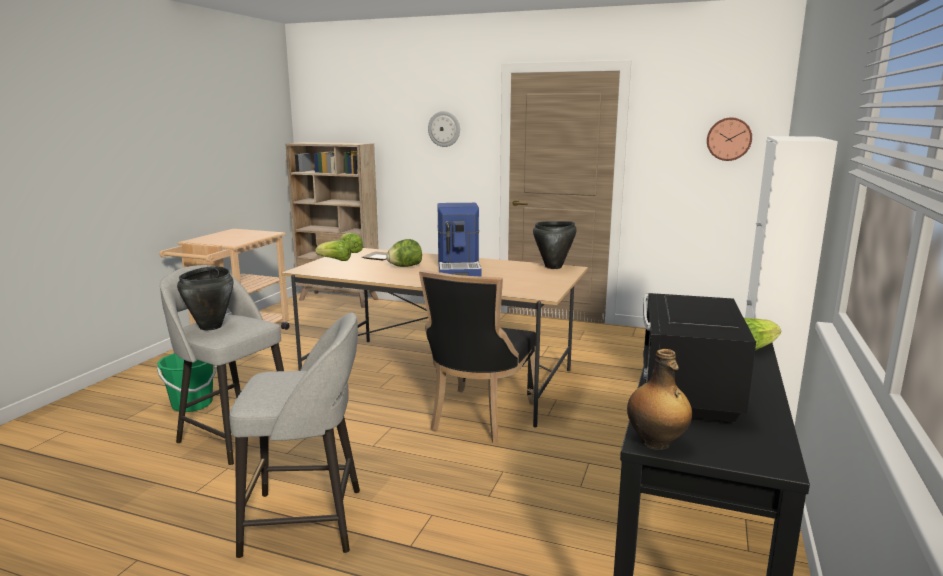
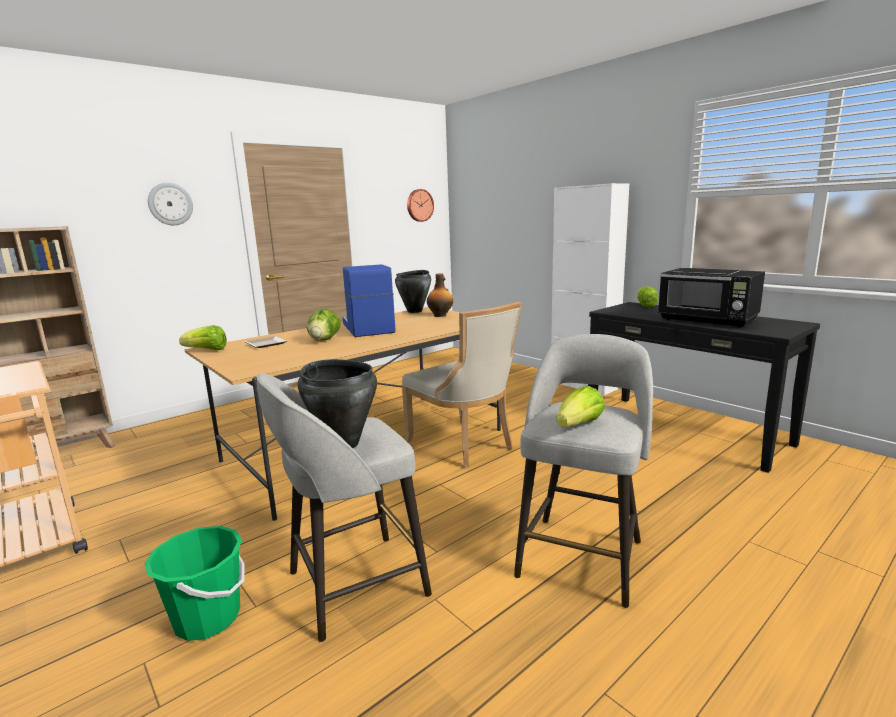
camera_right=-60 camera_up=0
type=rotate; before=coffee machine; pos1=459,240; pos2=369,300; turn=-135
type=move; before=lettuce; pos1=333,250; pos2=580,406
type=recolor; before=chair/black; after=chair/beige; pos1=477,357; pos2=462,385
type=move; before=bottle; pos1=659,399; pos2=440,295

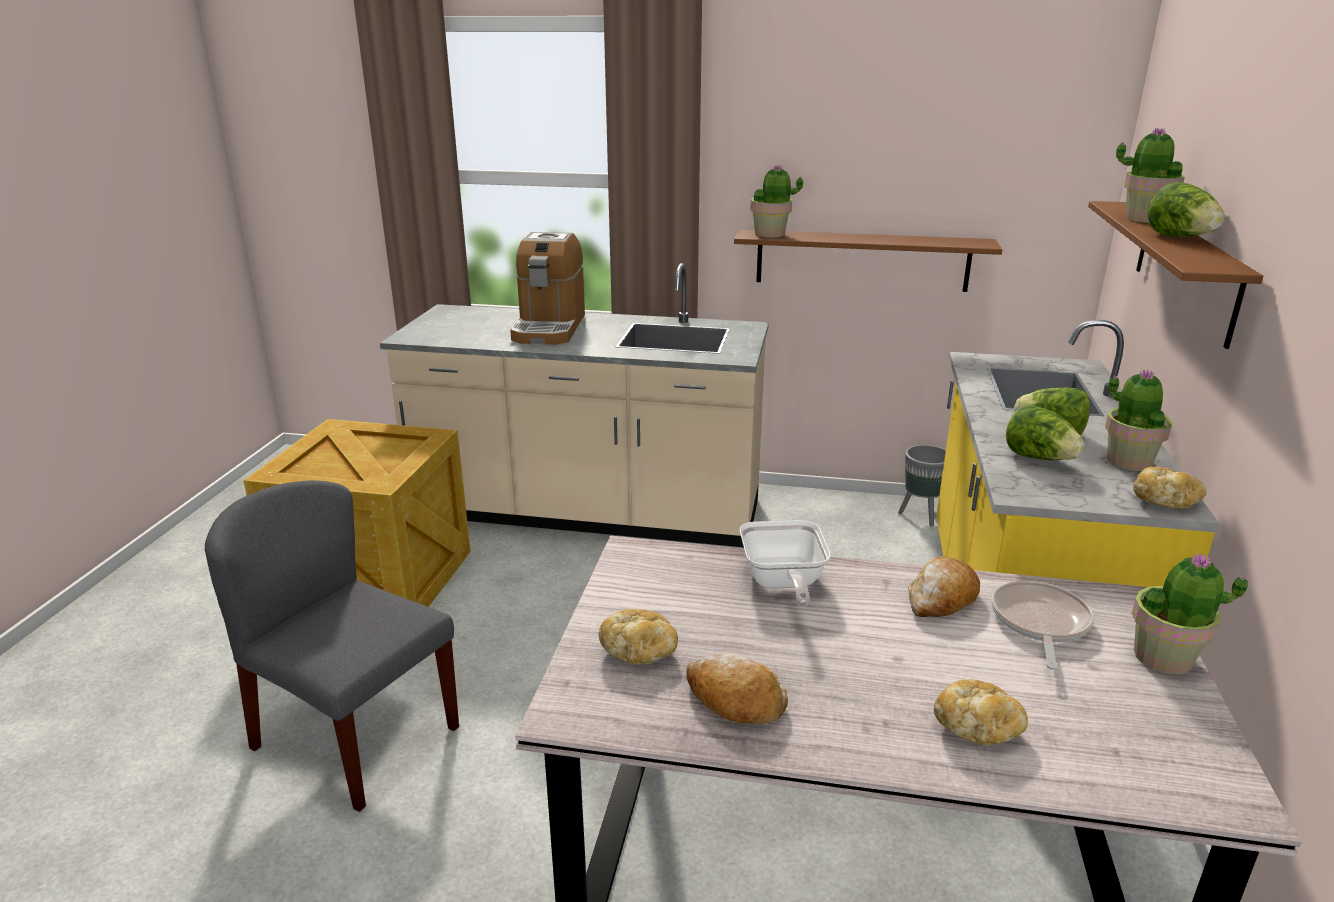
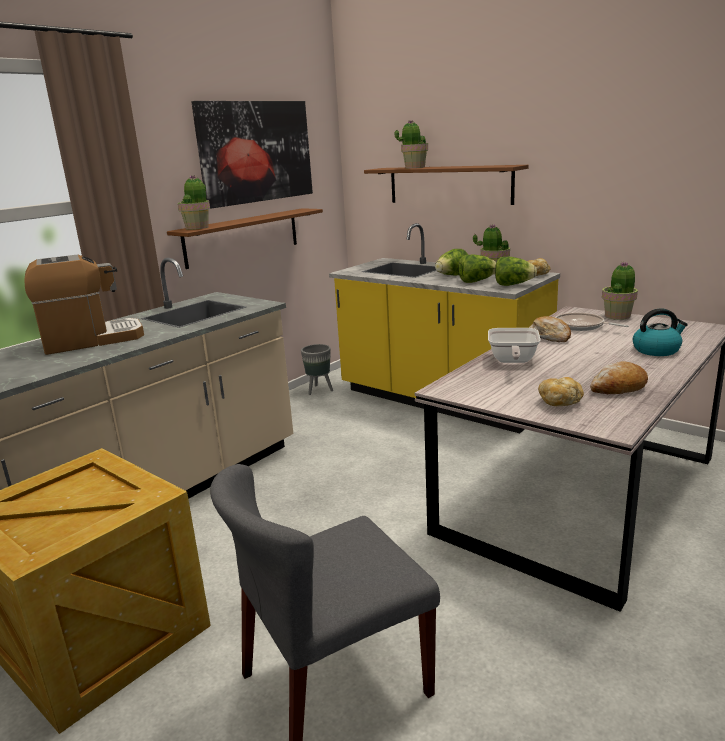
camera_right=-60 camera_up=-5
type=move; before=lettuce; pos1=1186,209; pos2=516,271
type=rotate; before=coffee machine; pos1=547,288; pos2=84,305; turn=-60
type=rotate; before=frying pan; pos1=785,563; pos2=514,345; turn=75
type=replace; before=bread; after=kettle; pos1=981,712; pos2=660,332
type=insert; after=picture; pos2=252,155

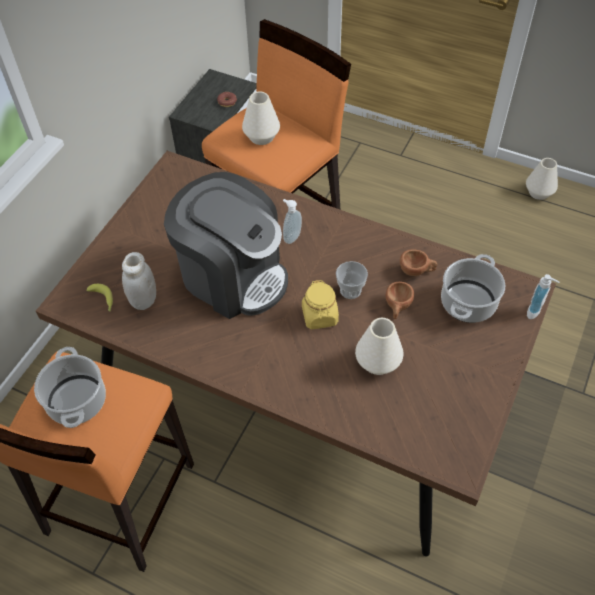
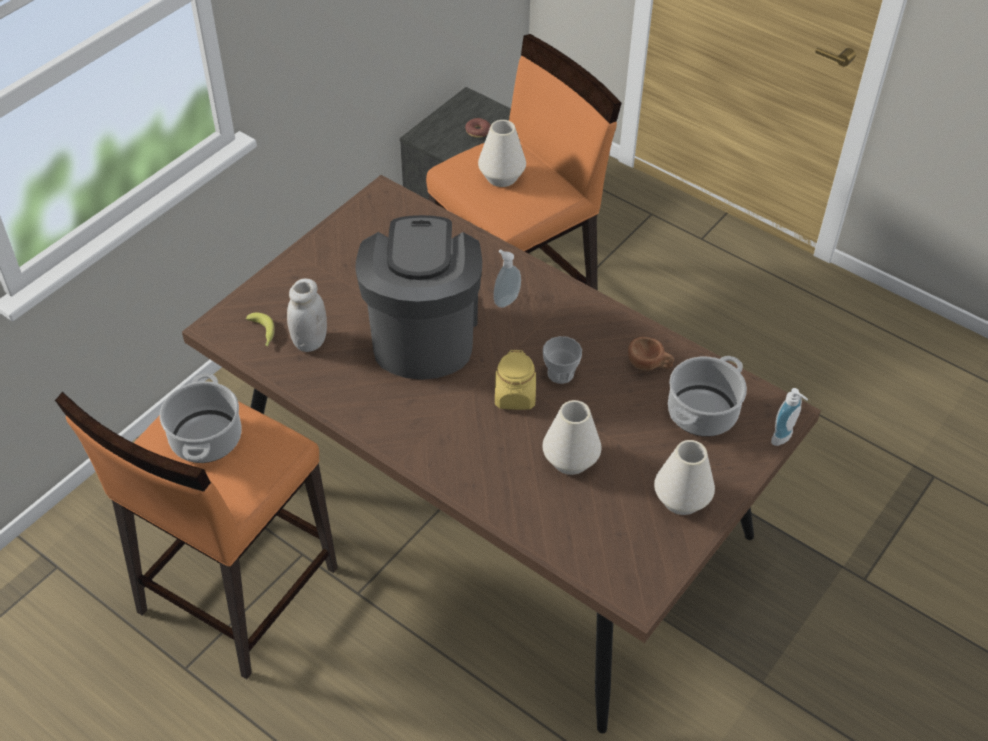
camera_right=10 camera_up=-5
type=move; before=vase/white; pos1=542,179; pos2=684,477
type=rotate; before=coffee machine; pos1=226,245; pos2=418,297; turn=-135
type=delete; before=cup/brown; pos1=400,300

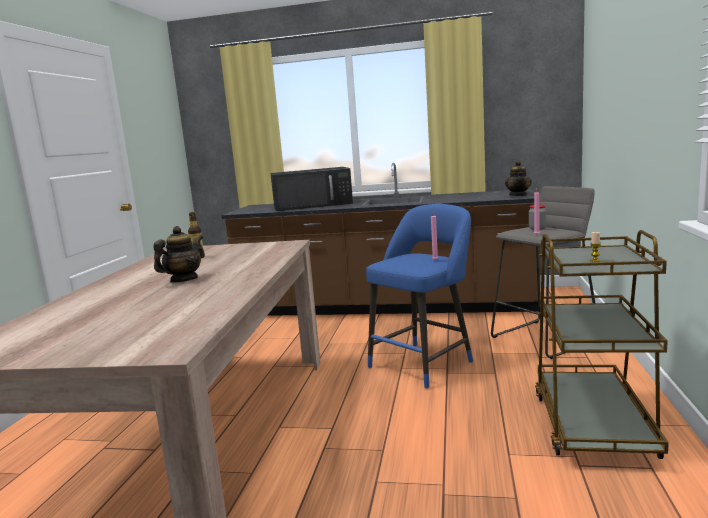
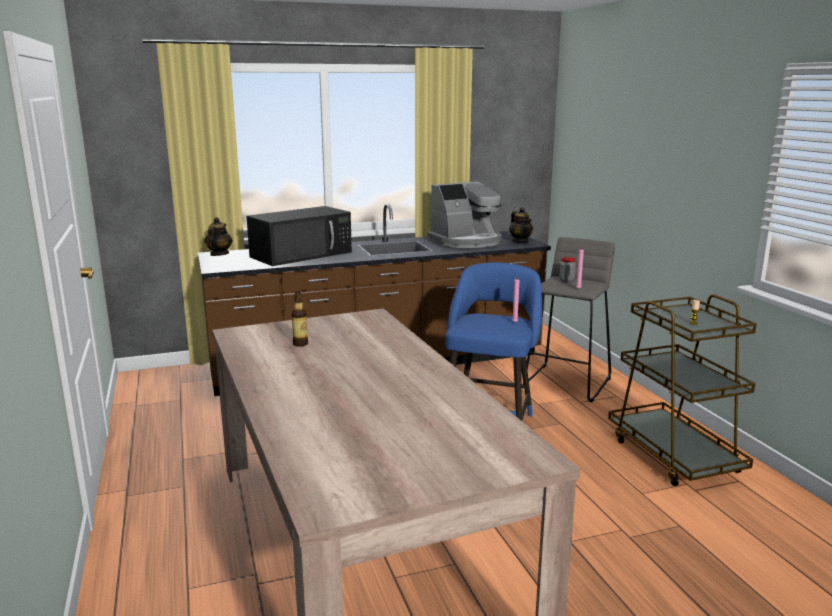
camera_right=-30 camera_up=5
type=move; before=teapot; pos1=178,254; pos2=219,236
type=insert; after=coffee machine; pos2=464,214

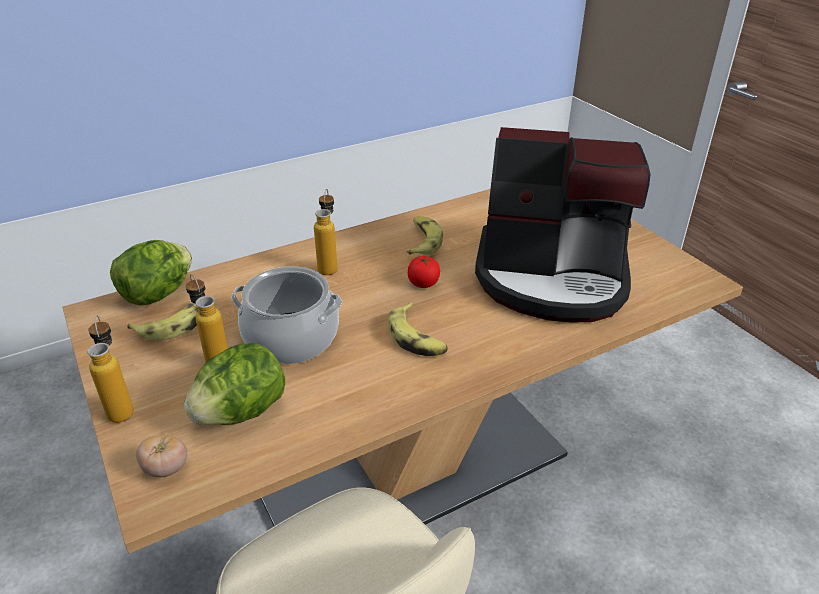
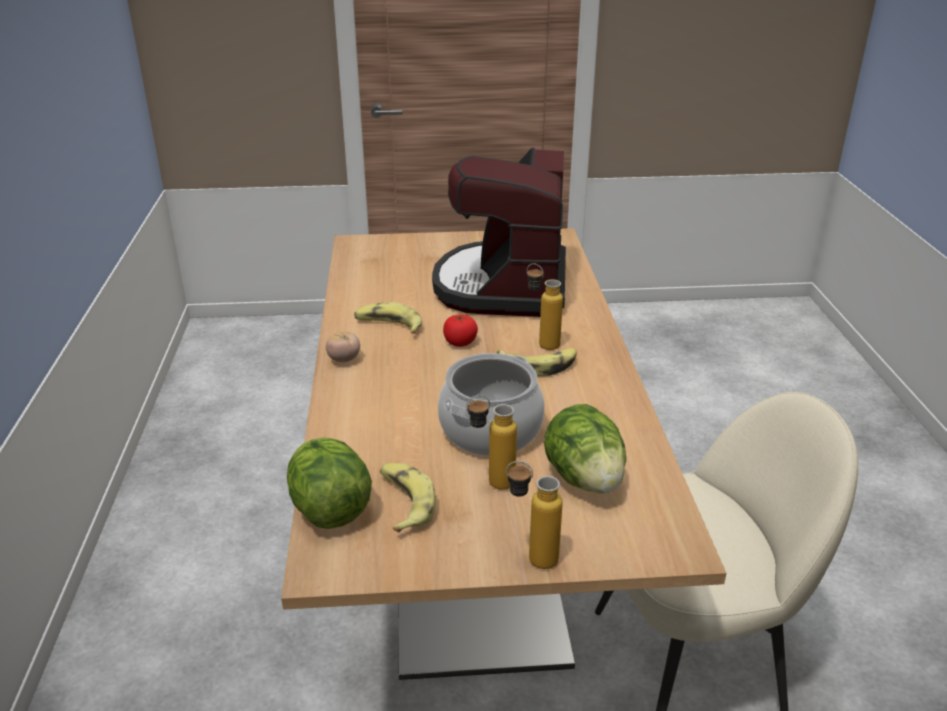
camera_right=-65 camera_up=-5
type=rotate; before=coffee machine; pos1=563,225; pos2=499,232; turn=150
type=move; before=bottle; pos1=326,232; pos2=545,306
type=move; before=tomato; pos1=161,456; pos2=343,346

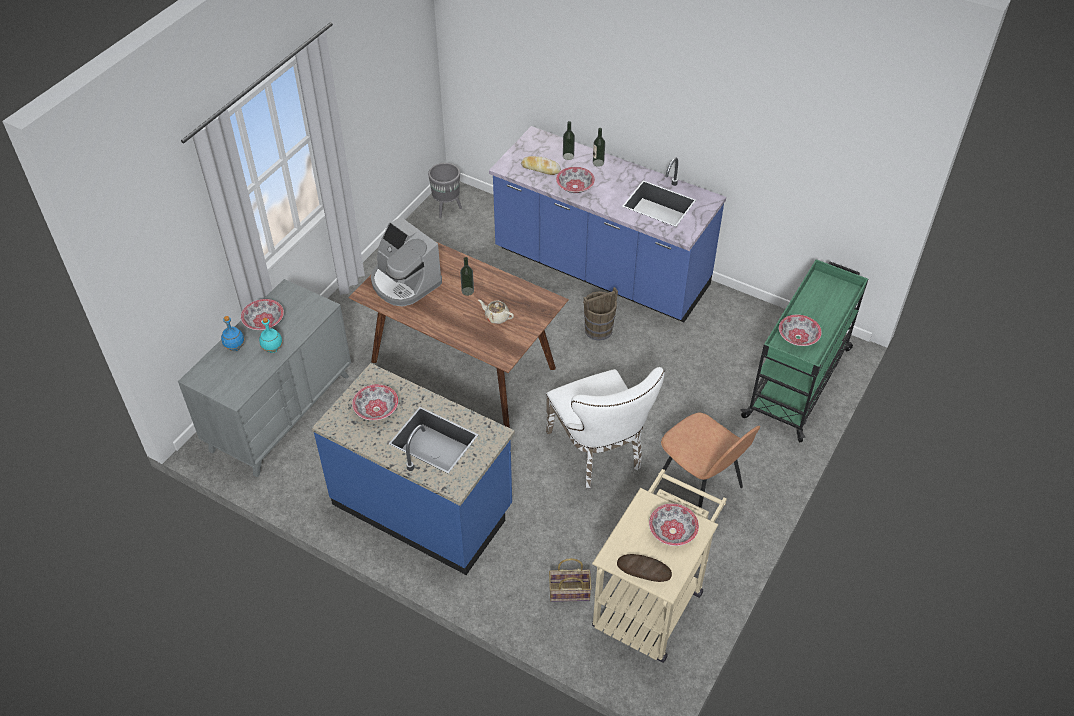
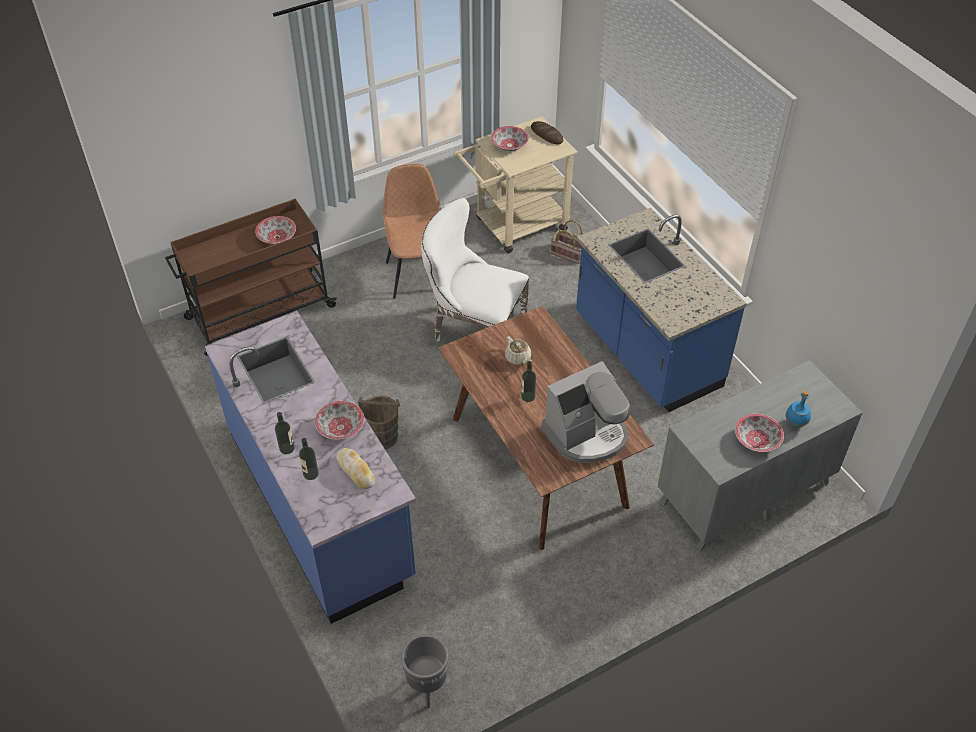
camera_right=-150 camera_up=0
type=rotate; before=coffee machine; pos1=406,262; pos2=585,412; turn=75
type=recolor; before=cart/green; after=cart/brown; pos1=804,350; pos2=251,277
type=delete; before=bottle/turquoise; pos1=271,335
type=rotate; before=chair/white; pos1=605,427; pos2=475,270; turn=-75
type=delete; before=bowl; pos1=375,402

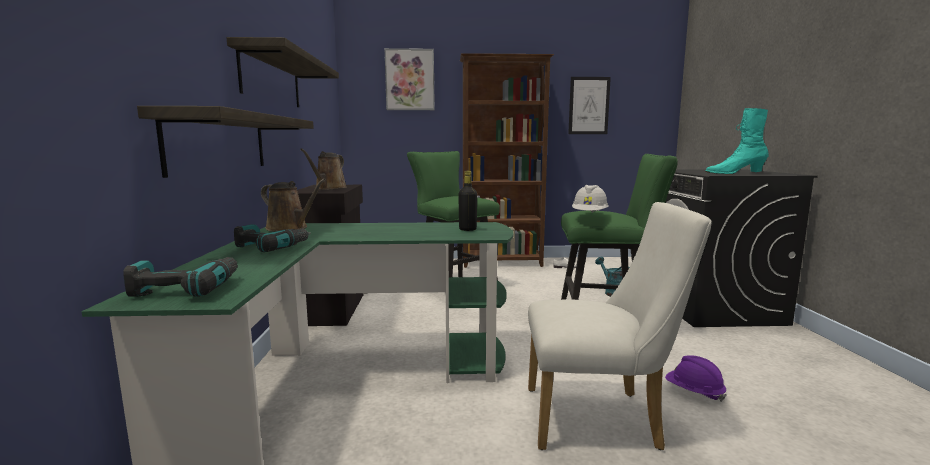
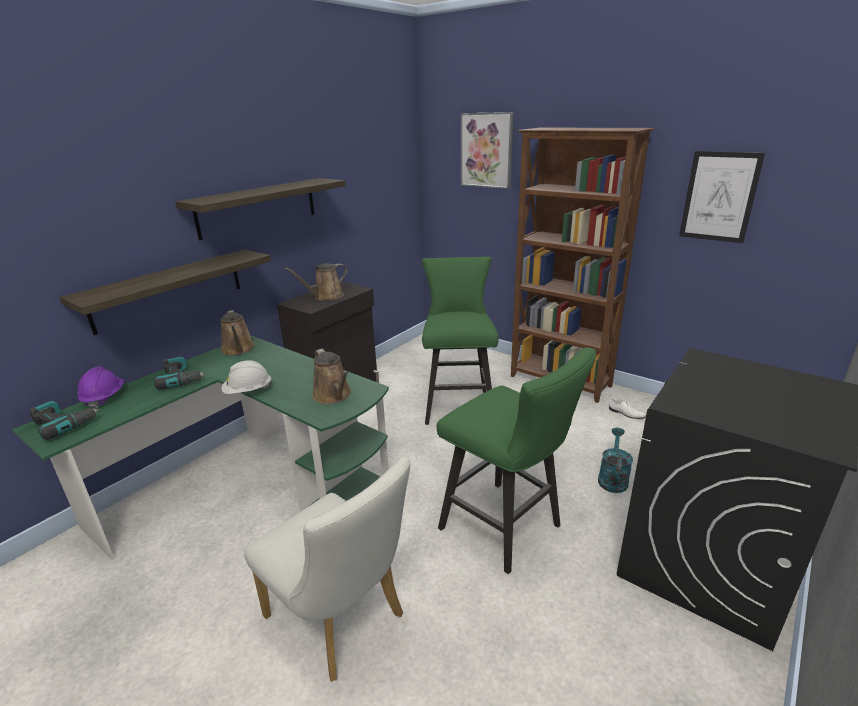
camera_right=40 camera_up=15
type=delete; before=boot/turquoise; pos1=737,141
type=replace; before=bottle/black; after=watering can/brown; pos1=467,201; pos2=331,376
type=move; before=hard hat/white; pos1=590,199; pos2=247,377
type=move; before=hard hat/purple; pos1=696,378; pos2=100,387

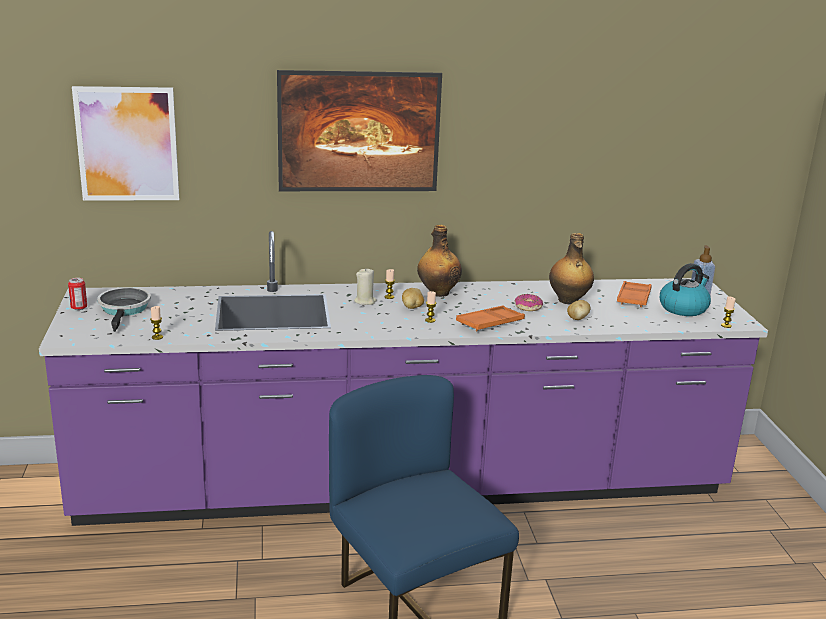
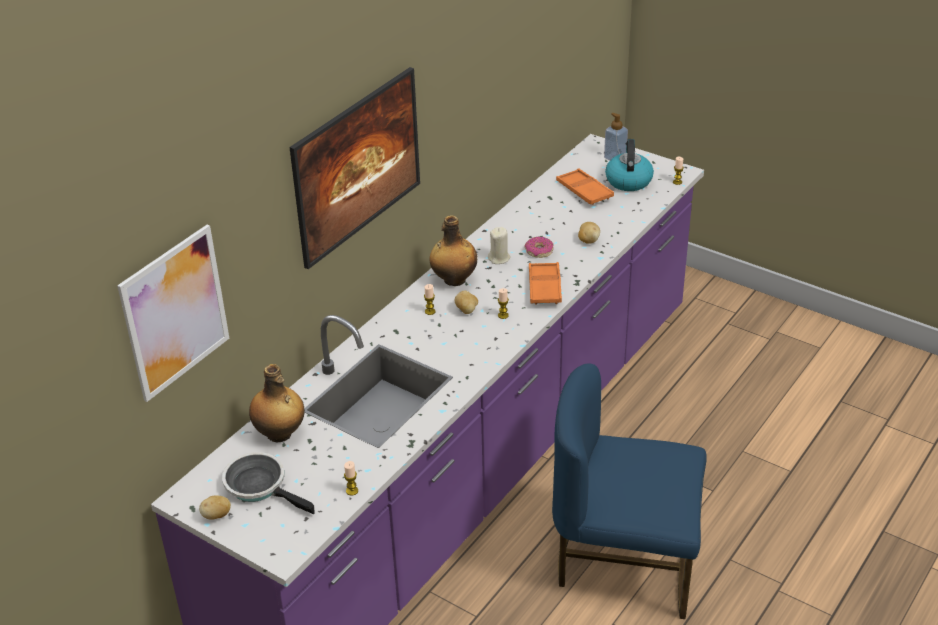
camera_right=-45 camera_up=15
type=move; before=bottle; pos1=571,269; pos2=277,403
type=move; before=candle/beige; pos1=365,286; pos2=499,245
type=replace; before=can; after=potato; pos1=77,294; pos2=215,507

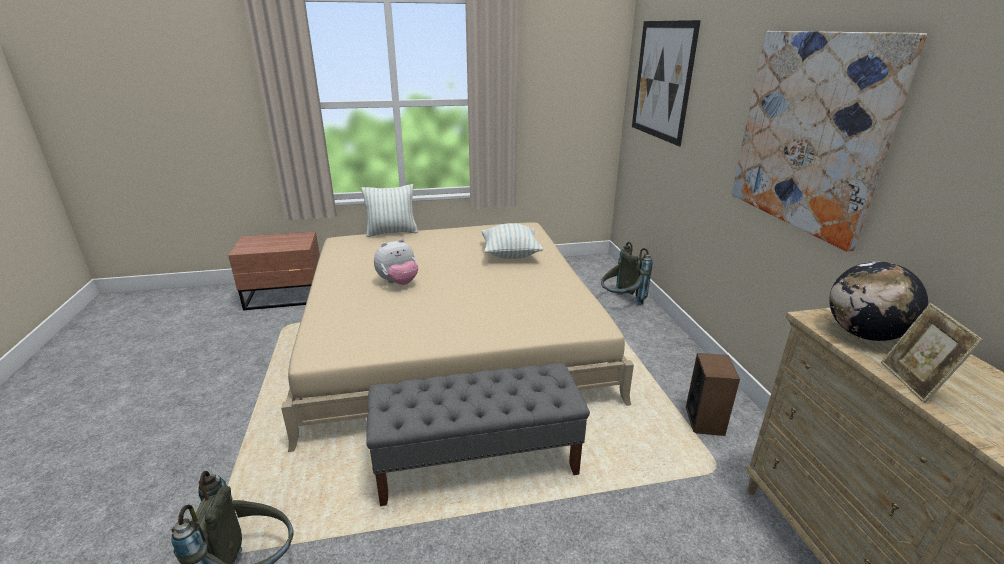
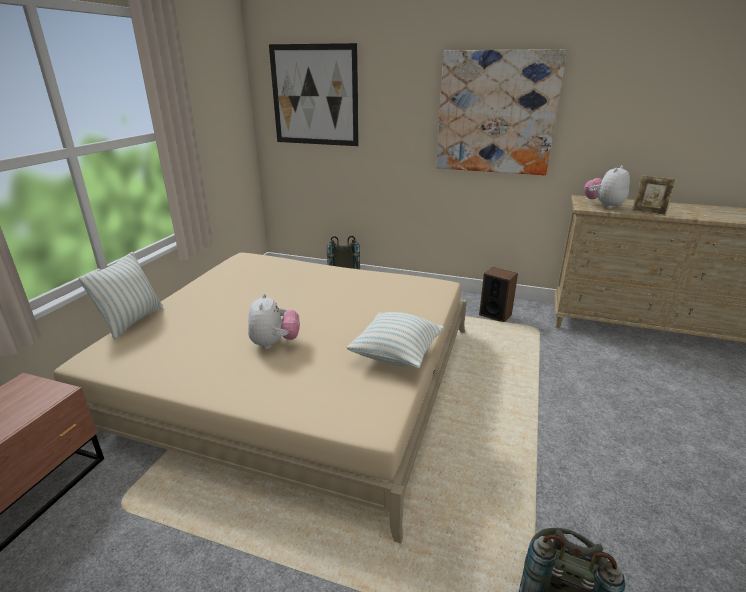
camera_right=-60 camera_up=0
type=move; before=pillow; pos1=512,241; pos2=395,340
type=replace; before=globe; after=plush toy; pos1=878,301; pos2=607,187
type=delete; before=bench/grey; pos1=478,434

